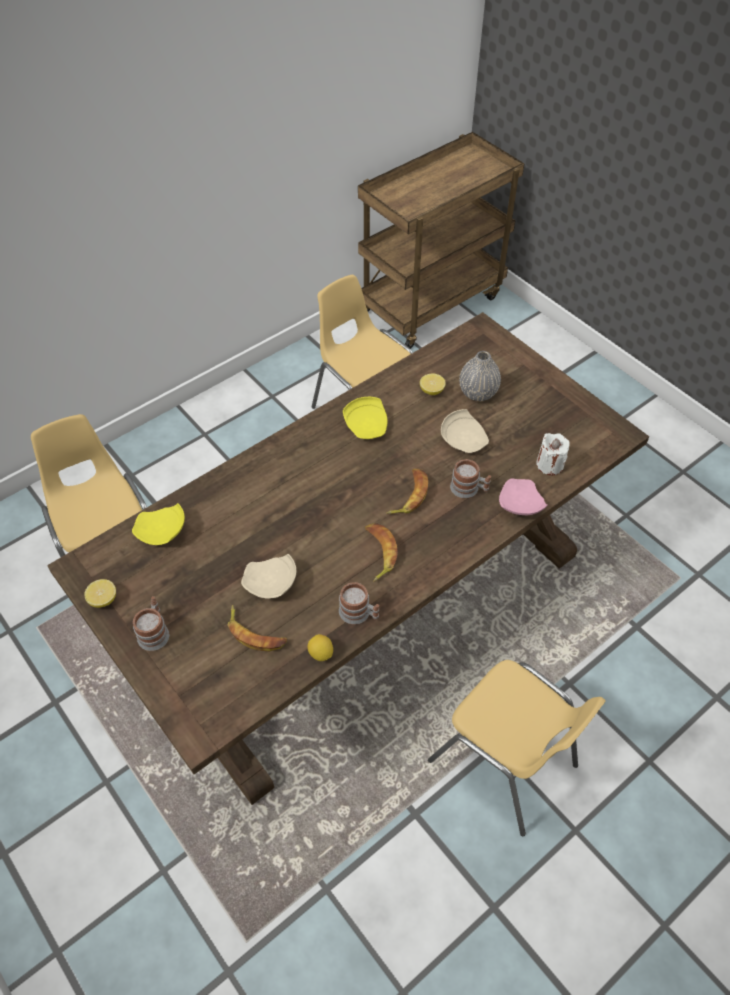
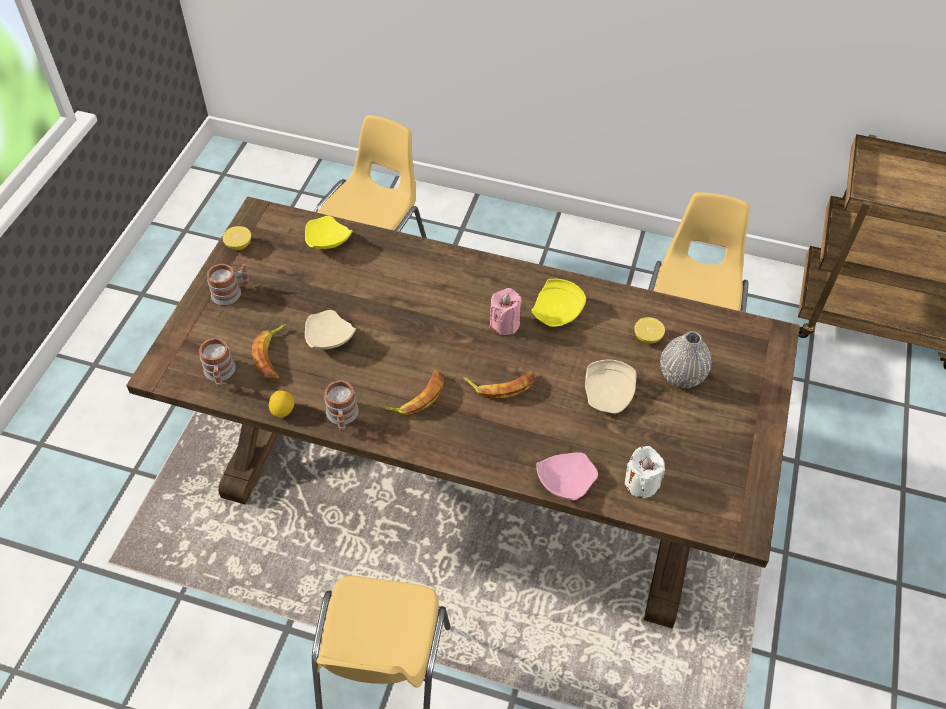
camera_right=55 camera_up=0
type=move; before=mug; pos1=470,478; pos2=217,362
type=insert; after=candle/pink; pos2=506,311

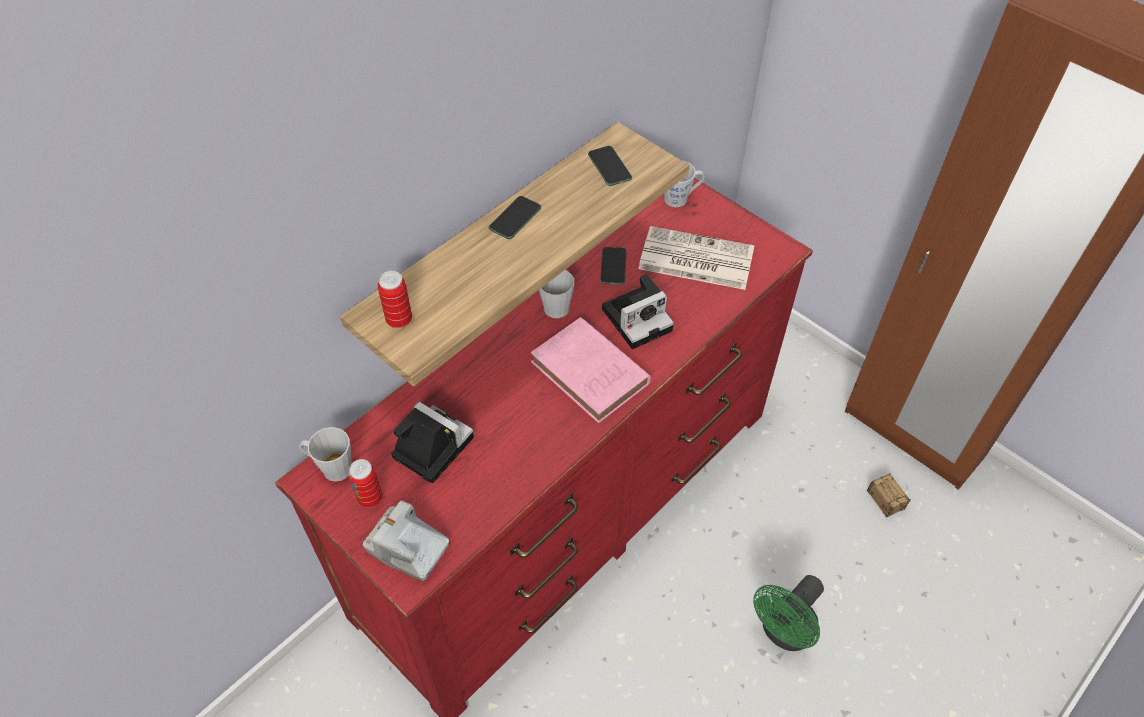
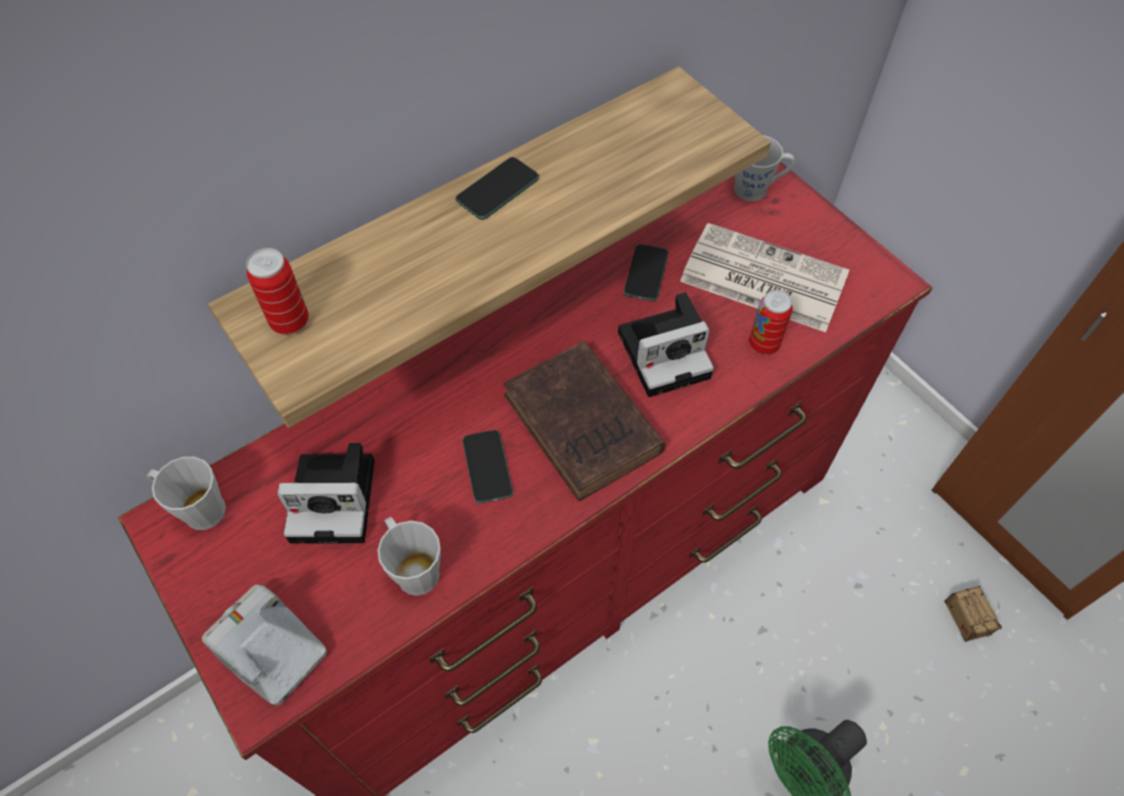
camera_right=10 camera_up=5
type=move; before=phone; pos1=610,166; pos2=487,467
type=move; before=mug/grey; pos1=556,294; pos2=409,556
type=recolor; before=book/pink; after=book/brown; pos1=591,370; pos2=584,421
type=rotate; before=photo camera; pos1=432,442; pos2=325,493; turn=135
type=move; before=can; pos1=365,483; pos2=771,322

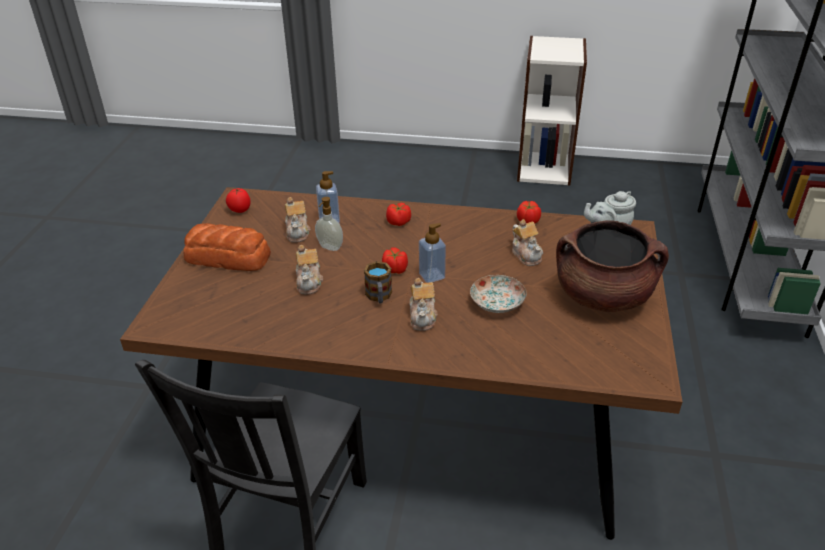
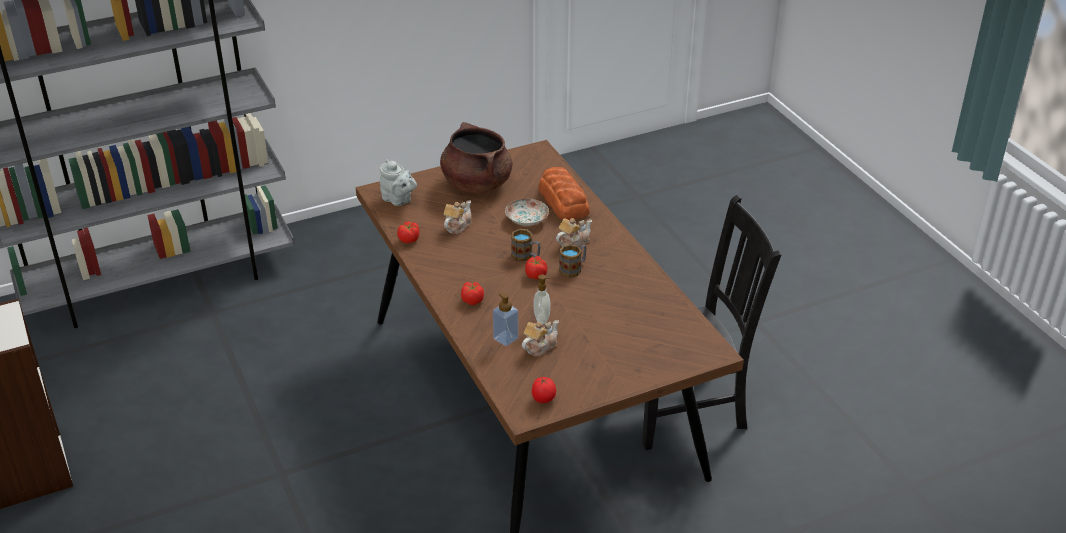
camera_right=-125 camera_up=0
type=replace; before=soap dispenser; after=mug; pos1=432,253; pos2=525,245
type=move; before=bread; pos1=227,247; pos2=564,193
type=delete; before=teapot; pos1=309,269

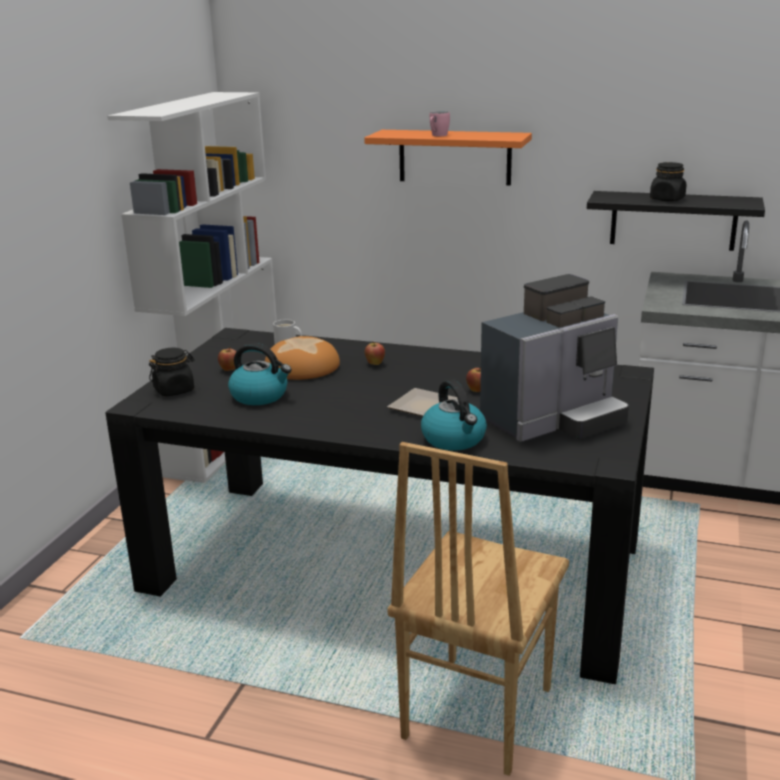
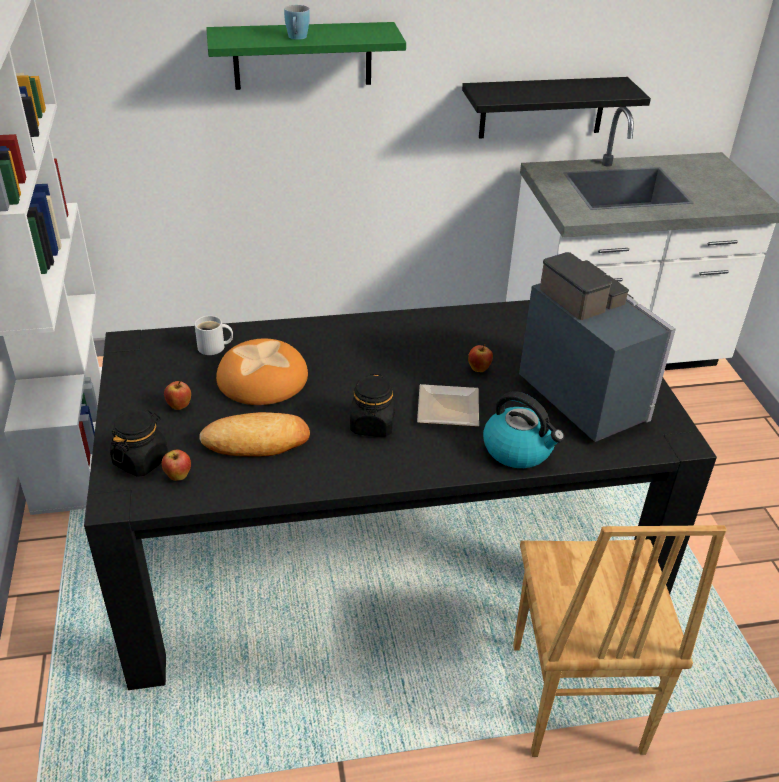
camera_right=-30 camera_up=15
type=recolor; before=mug/pink; after=mug/blue; pos1=440,123; pos2=297,22
type=recolor; before=shelf/orange; after=shelf/green; pos1=448,158; pos2=306,56
type=move; before=jar/black; pos1=668,181; pos2=372,405
type=rotate; before=coffee machine; pos1=554,358; pos2=597,347; turn=-60
type=move; before=apple; pos1=375,353; pos2=176,465
type=replace; before=kettle; after=bread; pos1=260,374; pos2=254,434

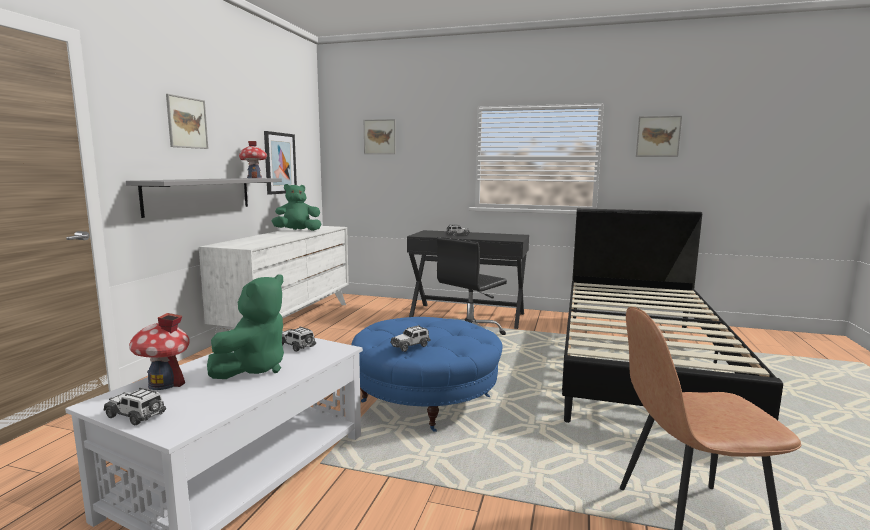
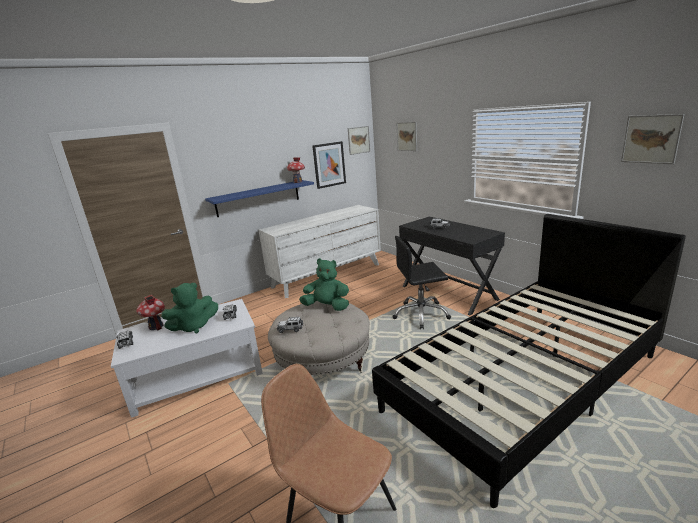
camera_right=40 camera_up=10
type=move; before=picture; pos1=187,121; pos2=359,140
type=recolor; before=shelf/grey; after=shelf/blue; pos1=204,198; pos2=259,198
type=move; before=plush toy/green; pos1=297,207; pos2=324,284
type=recolor; before=ottoman/blue; after=ottoman/beige; pos1=427,374; pos2=319,338

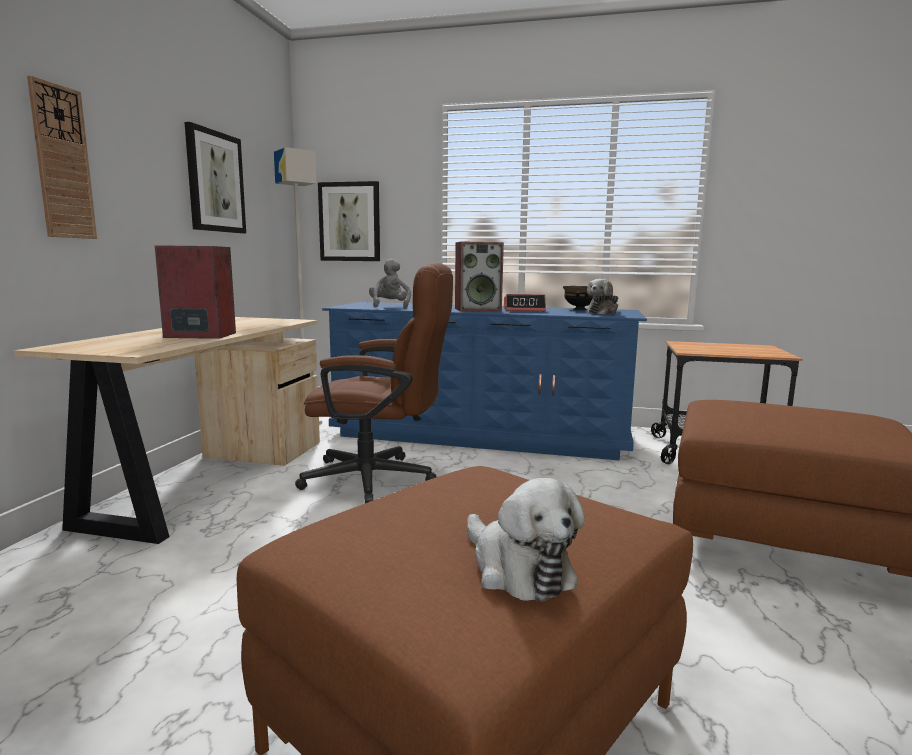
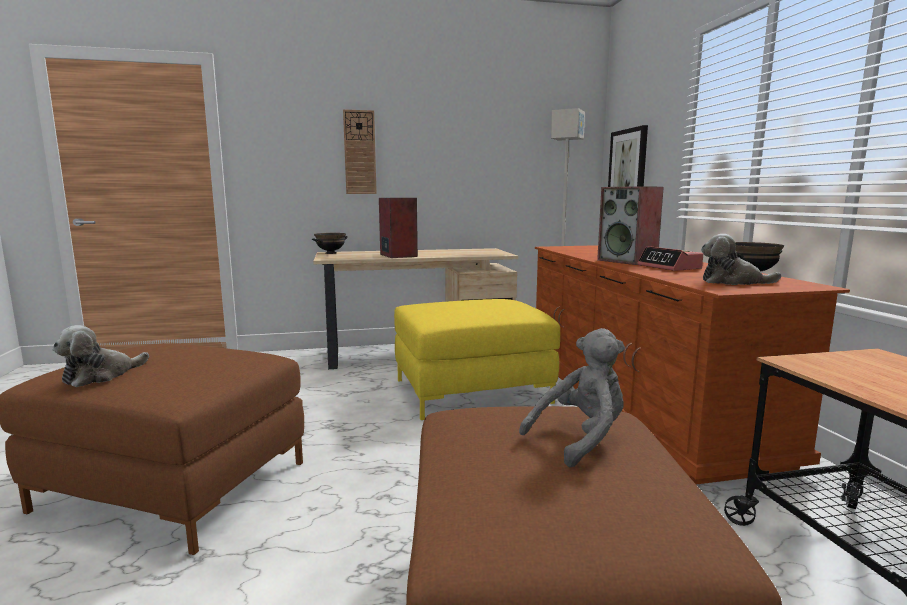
camera_right=65 camera_up=0
type=delete; before=picture; pos1=215,177
type=move; before=plush toy/grey; pos1=390,284; pos2=572,397
type=replace; before=office chair/brown; after=ottoman/yellow; pos1=374,382; pos2=477,359
type=recolor; before=dresser/blue; after=dresser/brown; pos1=484,381; pos2=692,365
type=insert; after=bowl/black; pos2=330,243

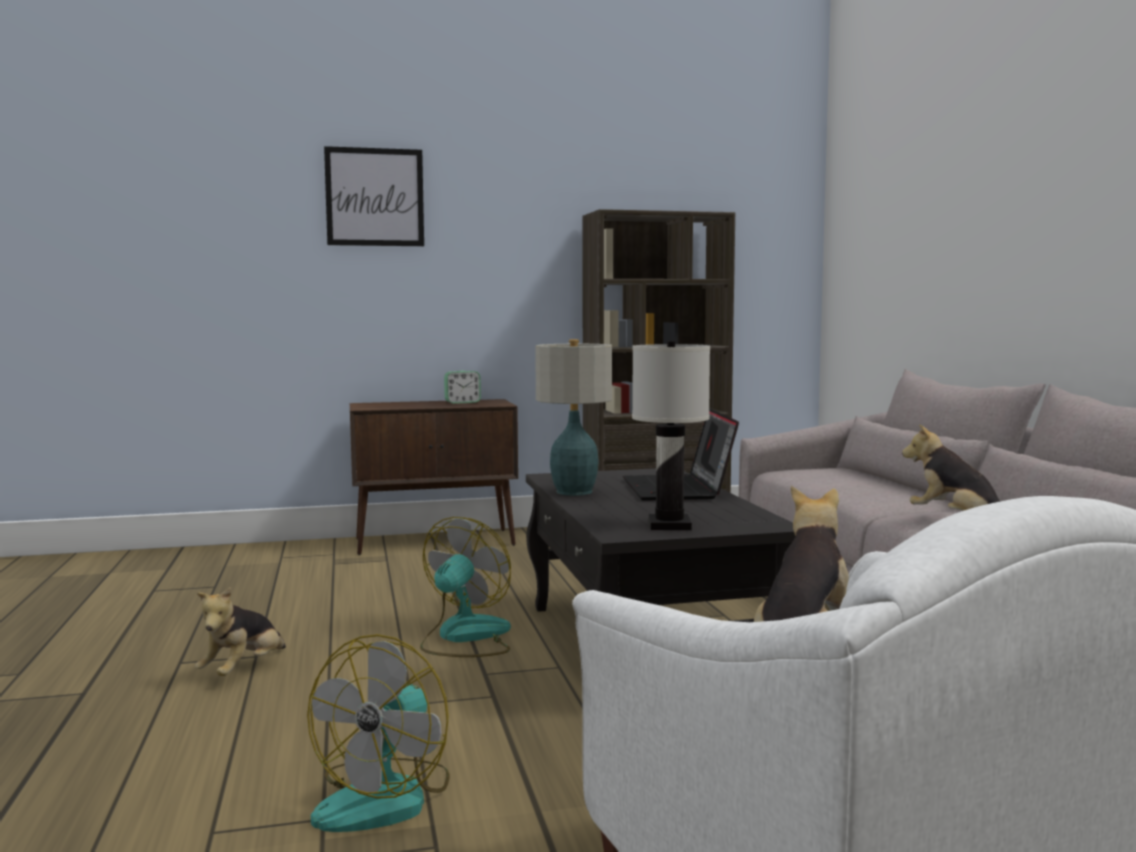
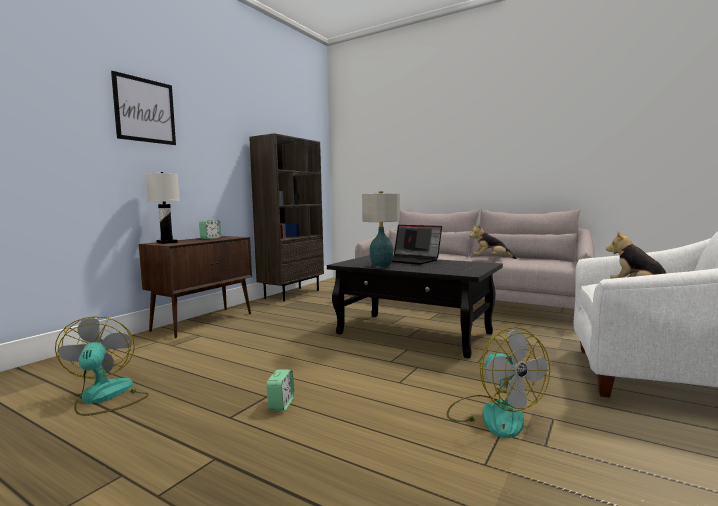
camera_right=-45 camera_up=0
type=move; before=table lamp/white; pos1=671,435; pos2=163,208
type=move; before=fan; pos1=465,587; pos2=102,366
type=replace; before=plush toy; after=alarm clock; pos1=240,631; pos2=280,390

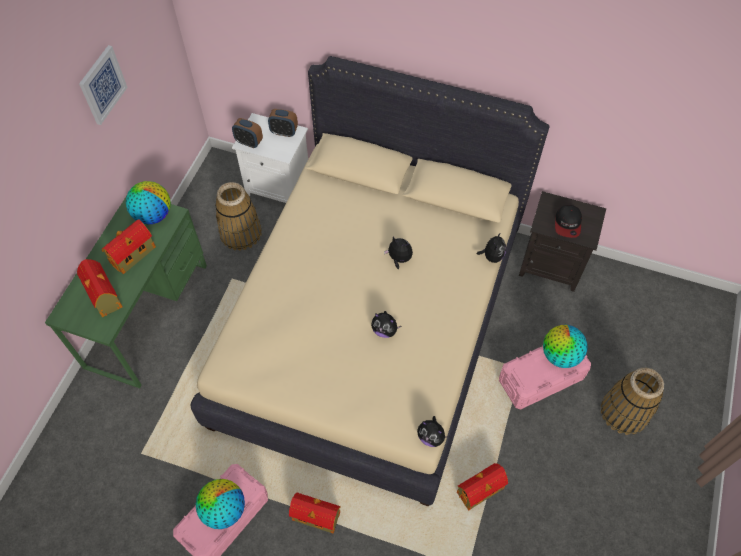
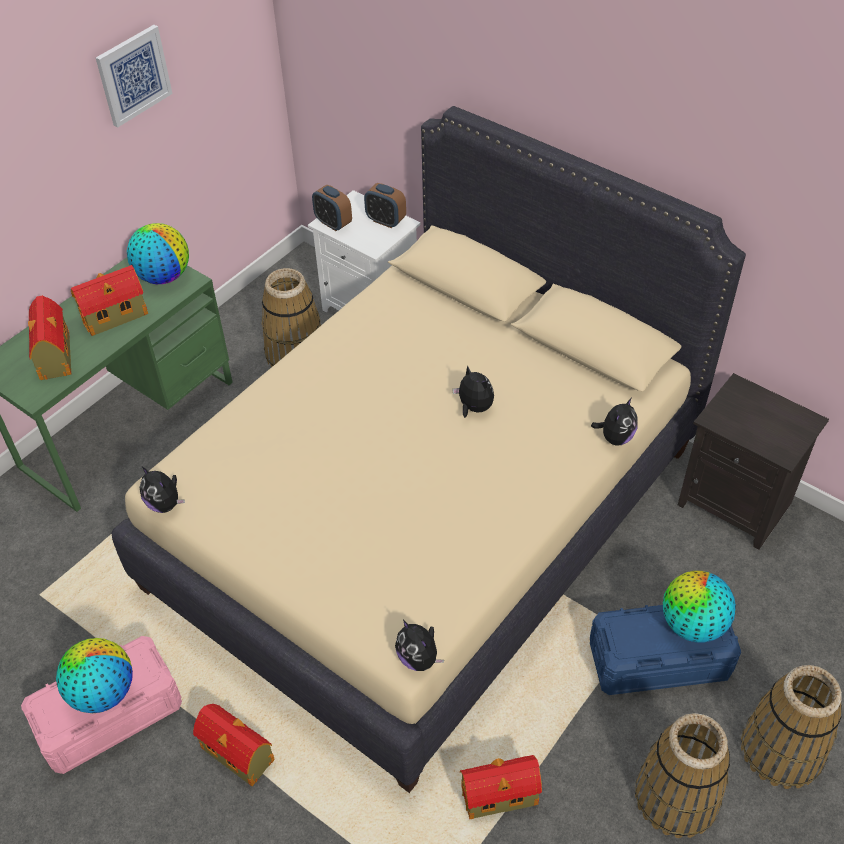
camera_right=20 camera_up=-10
type=delete; before=cap; pos1=568,221
type=move; before=plush toy; pos1=386,324; pos2=162,490
type=recolor; before=storage box/pink; after=storage box/blue; pos1=545,377; pos2=665,650
type=insert; after=basket; pos2=682,775

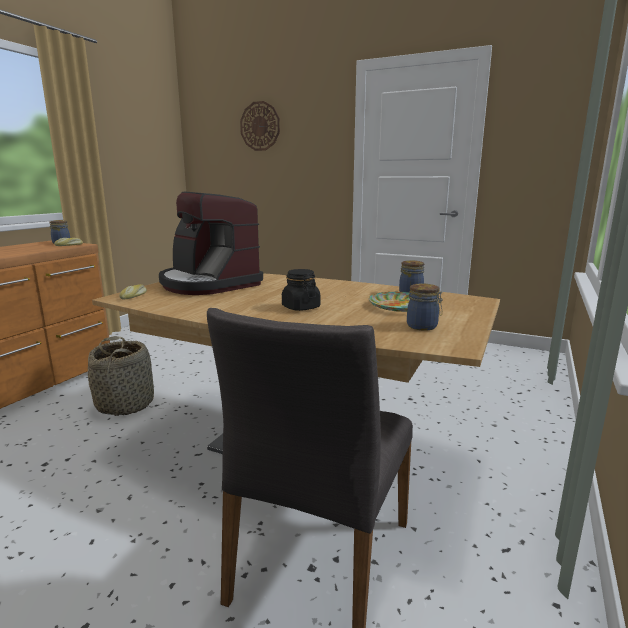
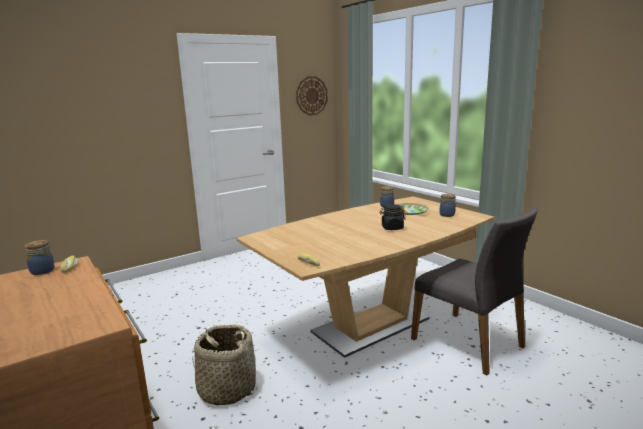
camera_right=-60 camera_up=0
type=move; before=wall clock; pos1=260,126; pos2=312,95
type=delete; before=coffee machine; pos1=211,243

